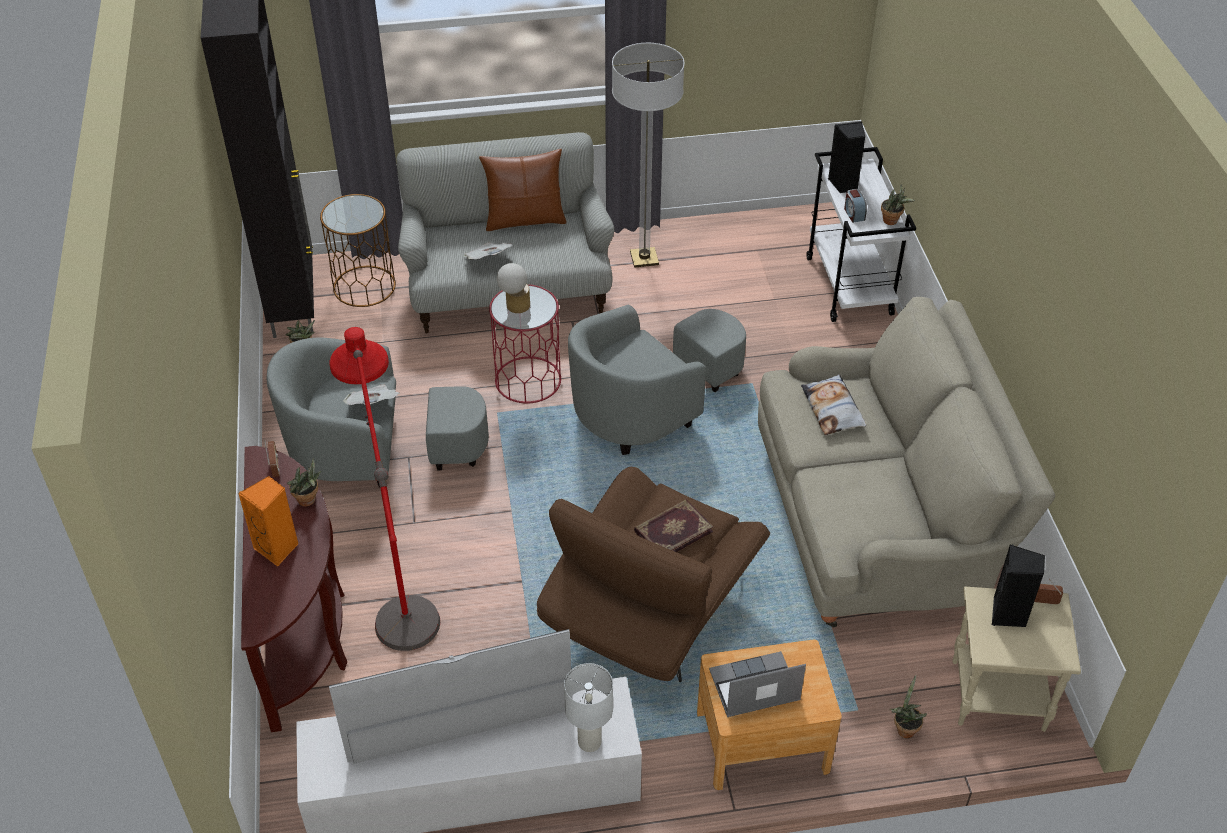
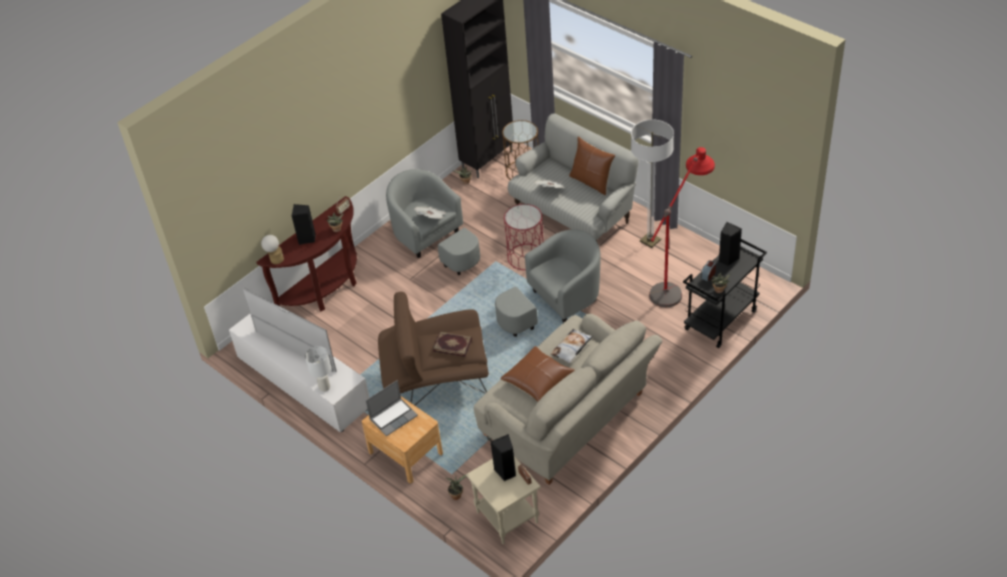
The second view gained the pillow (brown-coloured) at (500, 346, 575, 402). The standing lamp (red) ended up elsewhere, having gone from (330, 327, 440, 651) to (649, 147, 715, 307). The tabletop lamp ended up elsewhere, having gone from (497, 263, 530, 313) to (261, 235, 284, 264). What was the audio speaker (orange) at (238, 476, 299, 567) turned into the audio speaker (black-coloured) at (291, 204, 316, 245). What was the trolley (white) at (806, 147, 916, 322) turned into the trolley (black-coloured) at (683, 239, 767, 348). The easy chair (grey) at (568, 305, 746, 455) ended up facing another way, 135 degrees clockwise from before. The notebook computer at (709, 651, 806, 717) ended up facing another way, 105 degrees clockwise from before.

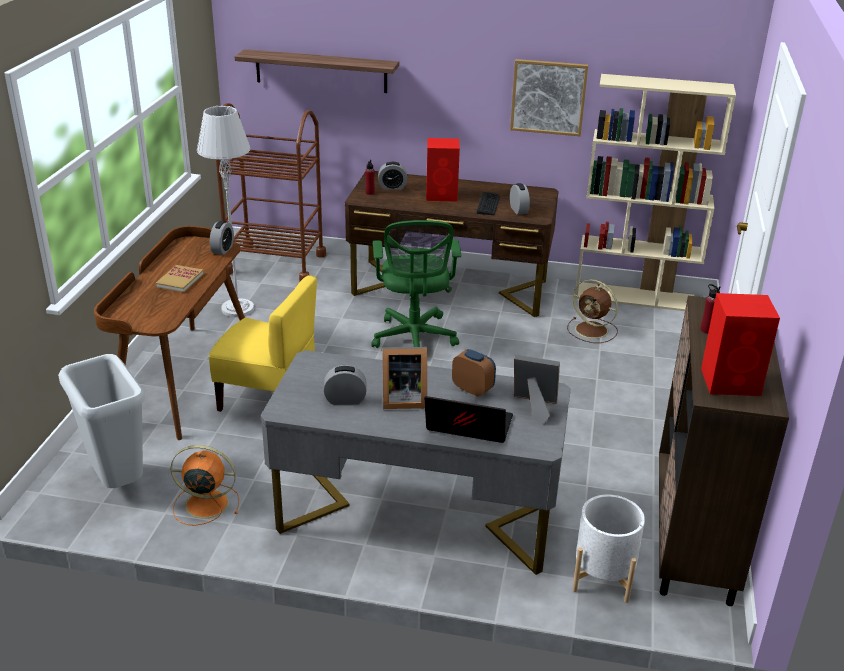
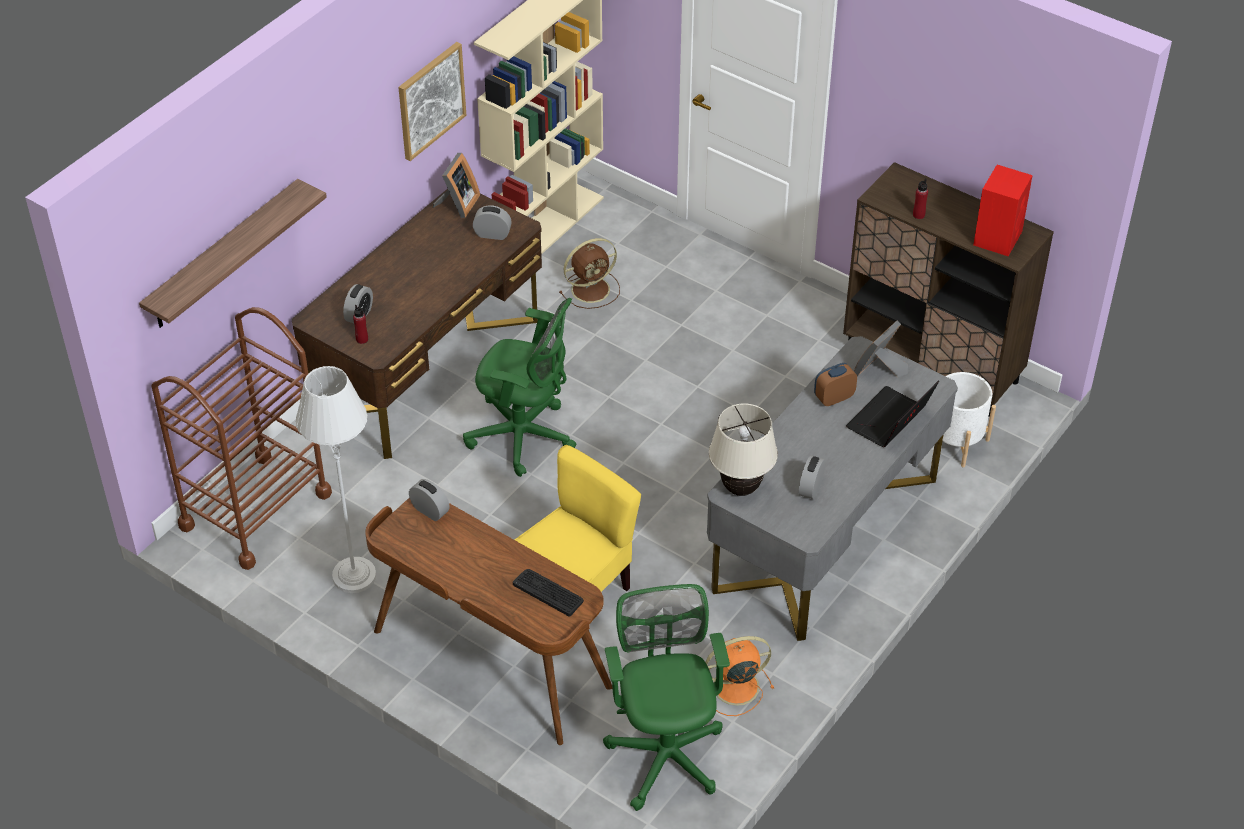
The second view lost the volume at (155, 265, 204, 293). The second view lost the audio speaker (red) at (426, 138, 460, 202). The second view gained the tabletop lamp (beige-coloured) at (709, 403, 778, 496). The standing frame ended up elsewhere, having gone from (382, 347, 427, 409) to (432, 153, 480, 218). The PC keyboard ended up elsewhere, having gone from (477, 192, 500, 215) to (513, 569, 584, 617). Where the trash can (grey) stood at (58, 354, 145, 488), the computer chair (greenish) came to stand at (603, 584, 730, 811). The cooling fan (orange) at (170, 445, 239, 525) ended up facing another way, 45 degrees clockwise from before.

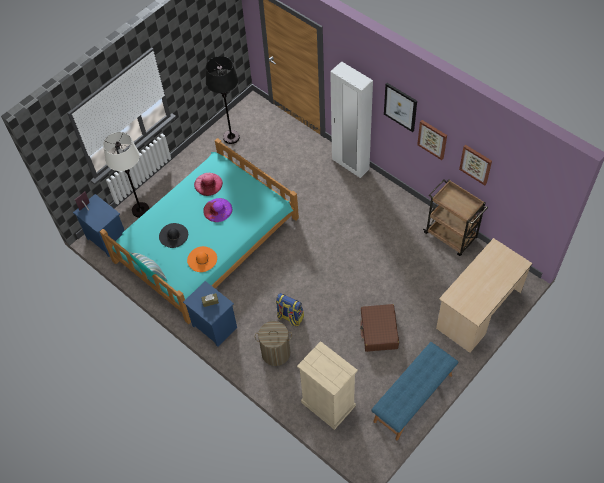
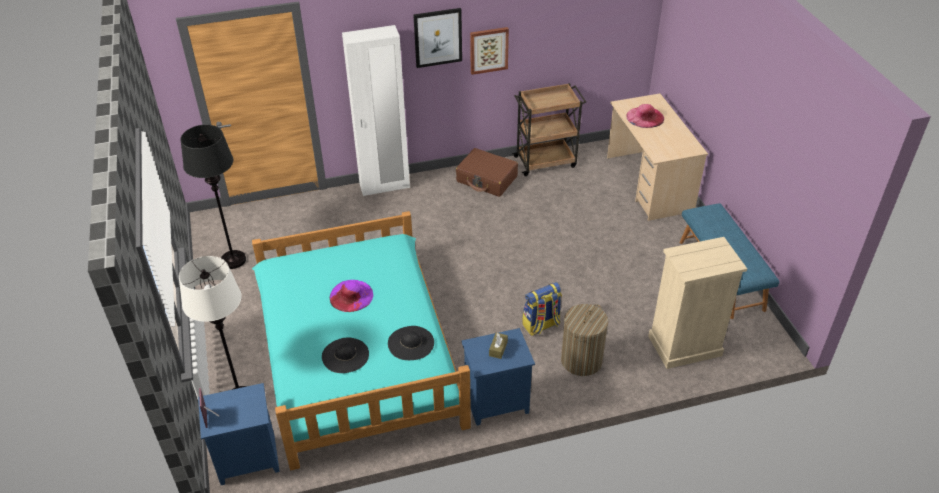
The second view lost the pillow at (129, 252, 167, 282). The second view lost the wall art at (459, 145, 492, 185). The wearable hat (pink-coloured) ended up elsewhere, having gone from (194, 173, 223, 196) to (626, 104, 664, 128). The suitcase (brown-coloured) ended up elsewhere, having gone from (360, 304, 399, 352) to (456, 148, 518, 197). What was the wearable hat (orange) at (187, 246, 217, 272) turned into the wearable hat (black-coloured) at (388, 326, 434, 360).

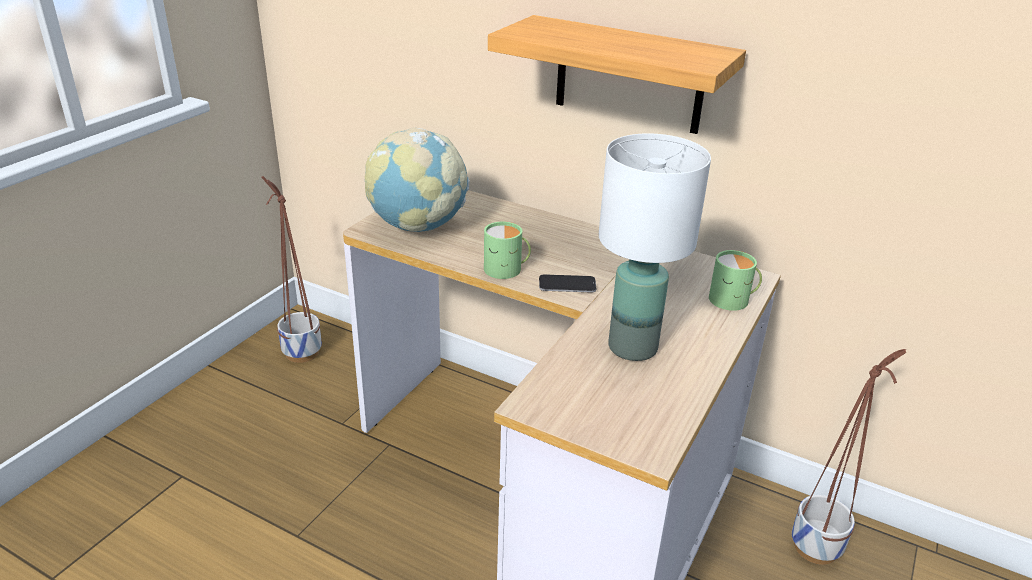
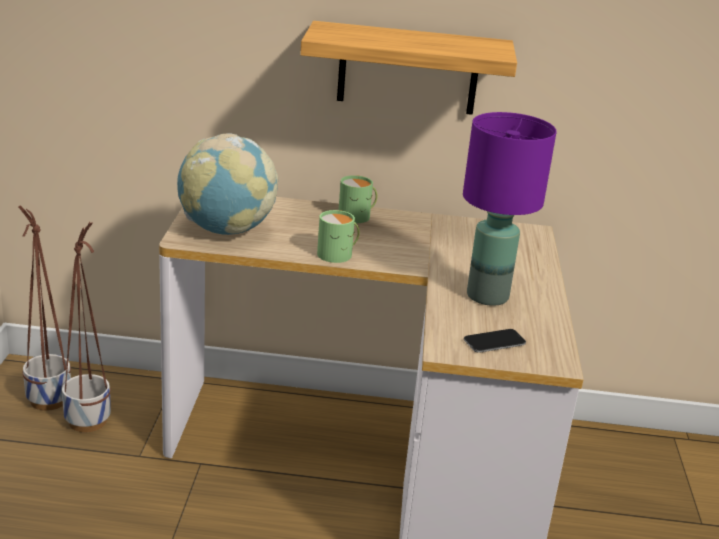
The phone ended up elsewhere, having gone from (539, 274, 596, 292) to (464, 329, 526, 353). The coffee mug (greenish) ended up elsewhere, having gone from (709, 250, 762, 311) to (339, 175, 377, 223). The planter ended up elsewhere, having gone from (792, 349, 906, 565) to (62, 222, 111, 432). What was the tabletop lamp (white) at (599, 133, 711, 361) turned into the tabletop lamp (purplish) at (463, 112, 557, 306).

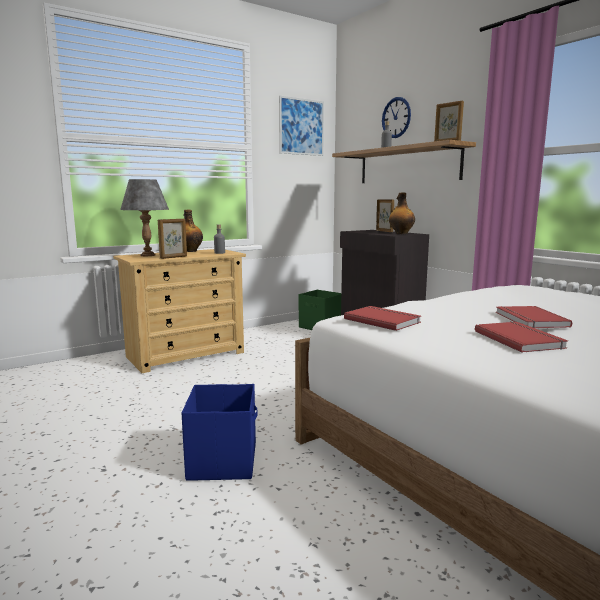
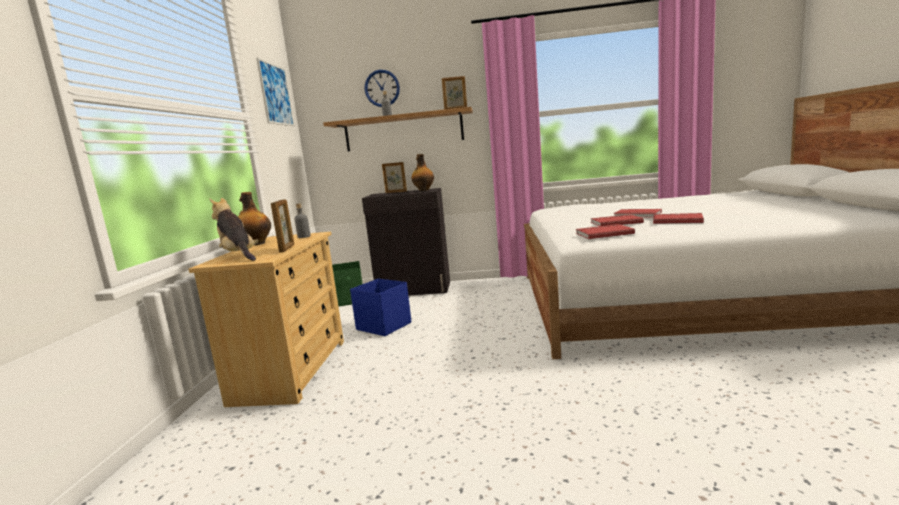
The second view gained the volume (red) at (591, 214, 644, 226). The storage container (blue-coloured) ended up elsewhere, having gone from (182, 384, 258, 481) to (350, 278, 411, 336). Where the tabletop lamp (grey) stood at (120, 179, 169, 256), the plush toy came to stand at (209, 198, 259, 261).

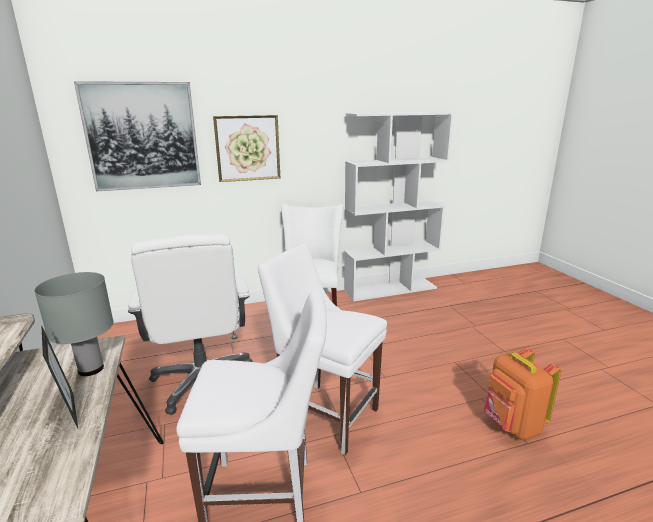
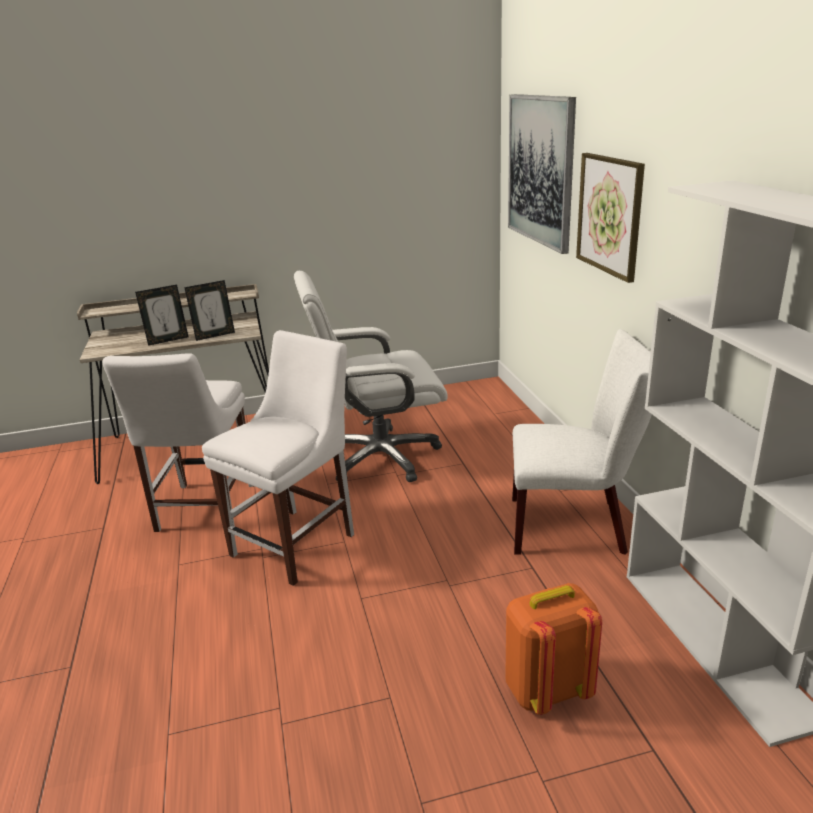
The knapsack (orange) ended up elsewhere, having gone from (483, 348, 561, 440) to (505, 583, 602, 715). Where the tabletop lamp (grey) stood at (34, 272, 114, 376), the standing frame came to stand at (184, 280, 235, 341).

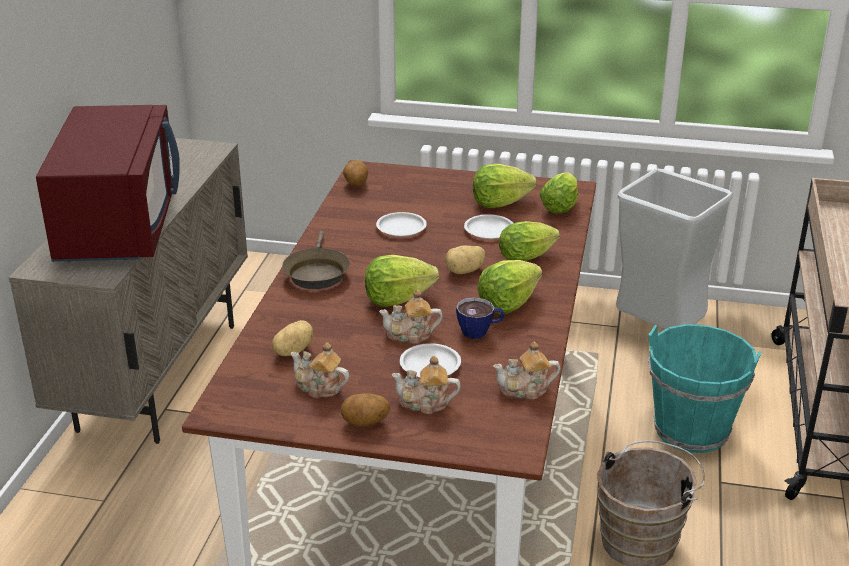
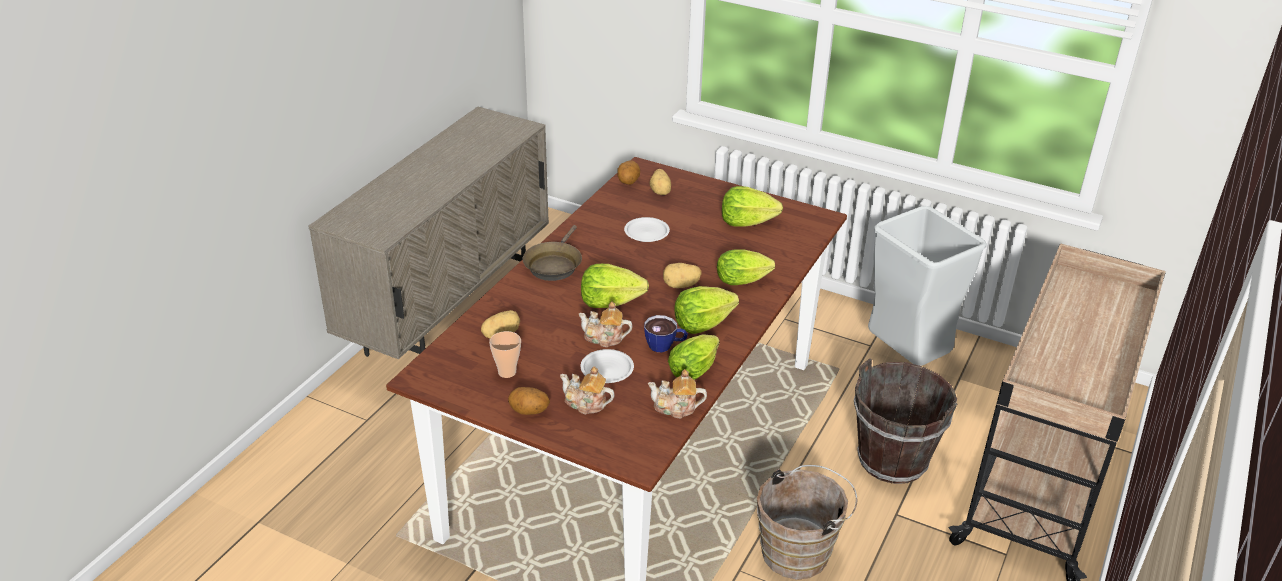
The second view lost the microwave oven (red) at (36, 105, 180, 262). The second view lost the plate (white) at (464, 214, 513, 239). The second view gained the potato at (649, 169, 671, 195). The lettuce ended up elsewhere, having gone from (539, 172, 578, 213) to (668, 334, 720, 380). Where the pot for tea stood at (291, 342, 349, 398), the drinking cup came to stand at (489, 331, 521, 378). What was the bucket (turquoise-coloured) at (648, 324, 761, 453) turned into the bucket (brown-coloured) at (854, 358, 957, 484).

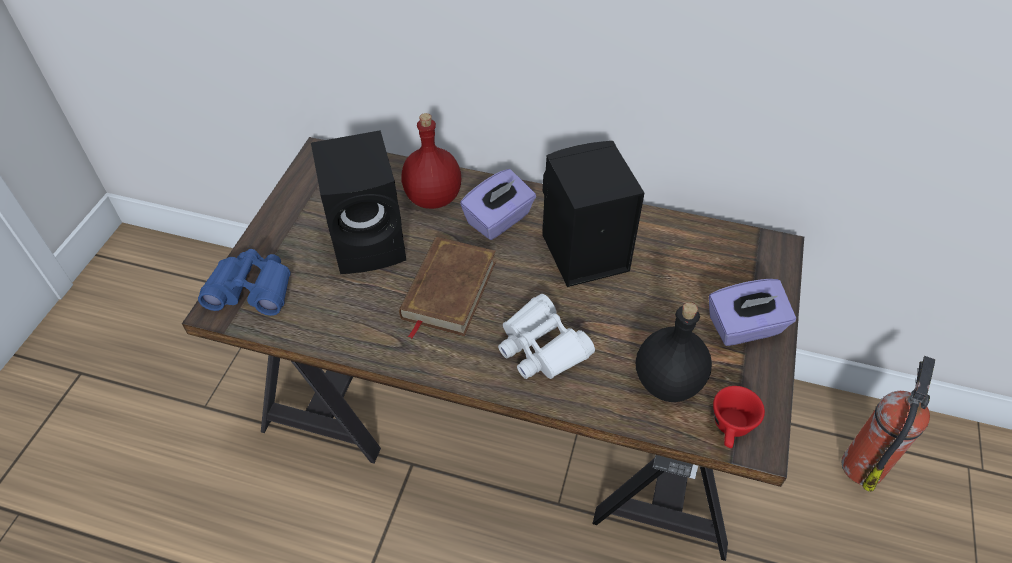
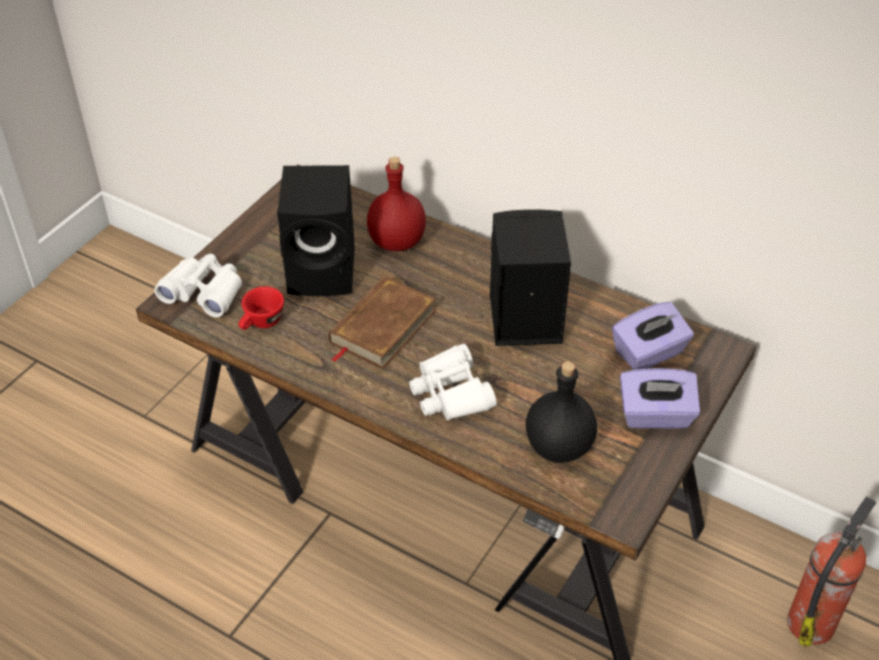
The box of tissues (purplish) ended up elsewhere, having gone from (460, 169, 536, 240) to (612, 302, 694, 370). The drinking cup (red) ended up elsewhere, having gone from (713, 386, 765, 448) to (239, 286, 284, 330). What was the binoculars (blue-coloured) at (198, 249, 291, 316) turned into the binoculars (white) at (154, 254, 242, 318).

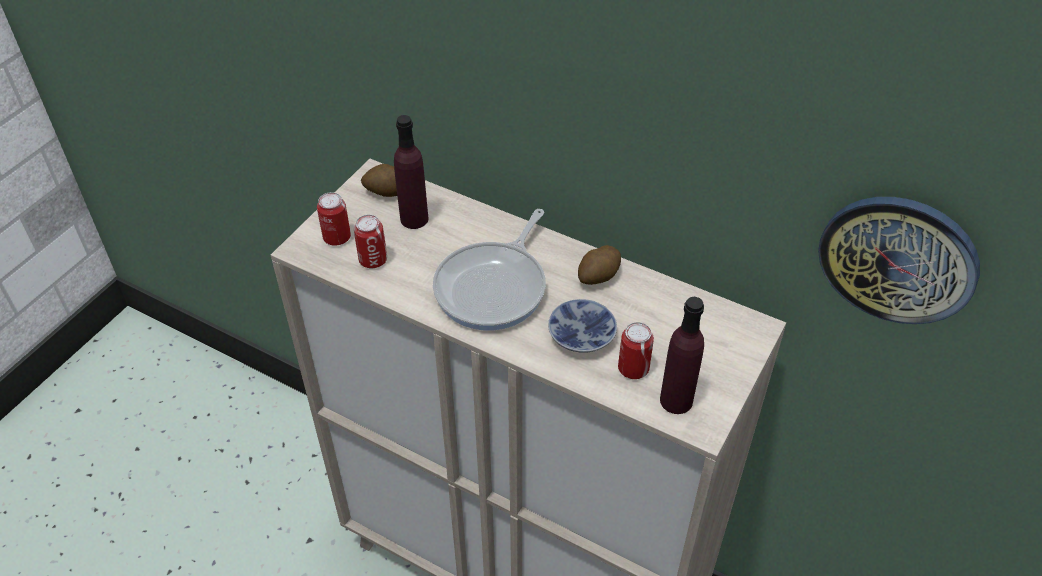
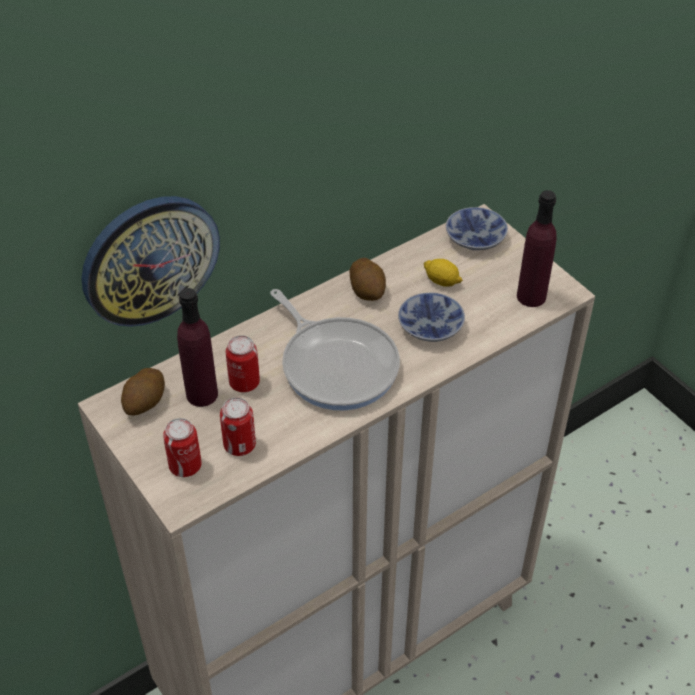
The second view gained the whole lemon at (423, 259, 463, 287). The second view gained the serving bowl at (446, 207, 508, 250). The can ended up elsewhere, having gone from (618, 322, 654, 379) to (226, 335, 260, 392). The hanging clock ended up elsewhere, having gone from (818, 197, 980, 324) to (81, 196, 220, 327).

